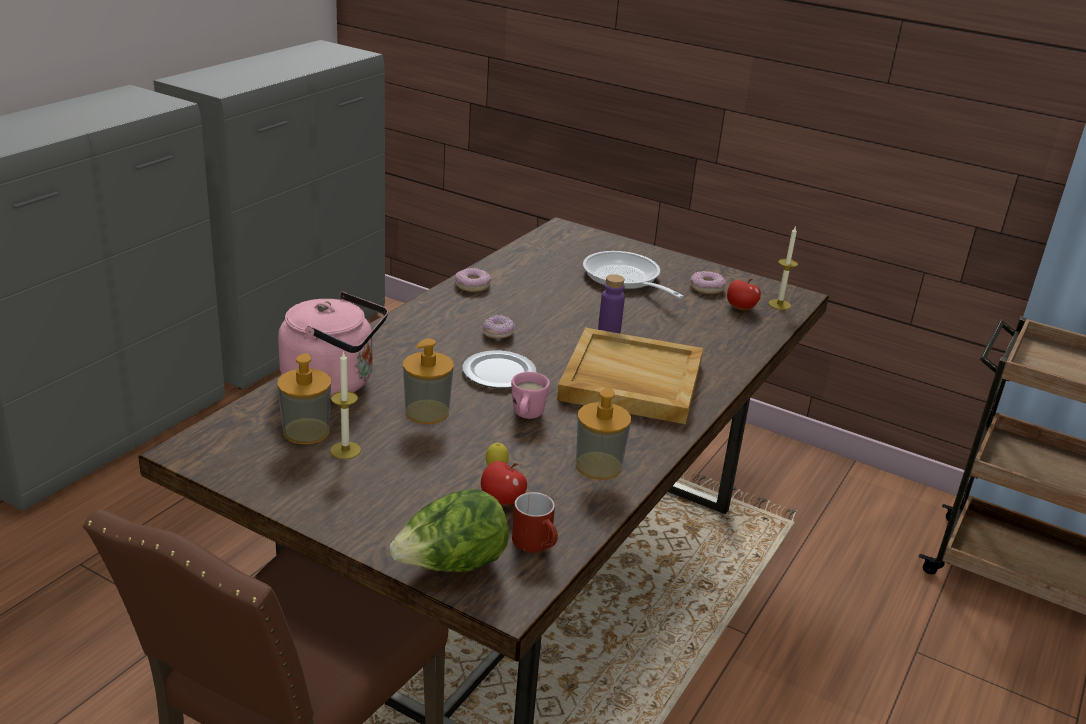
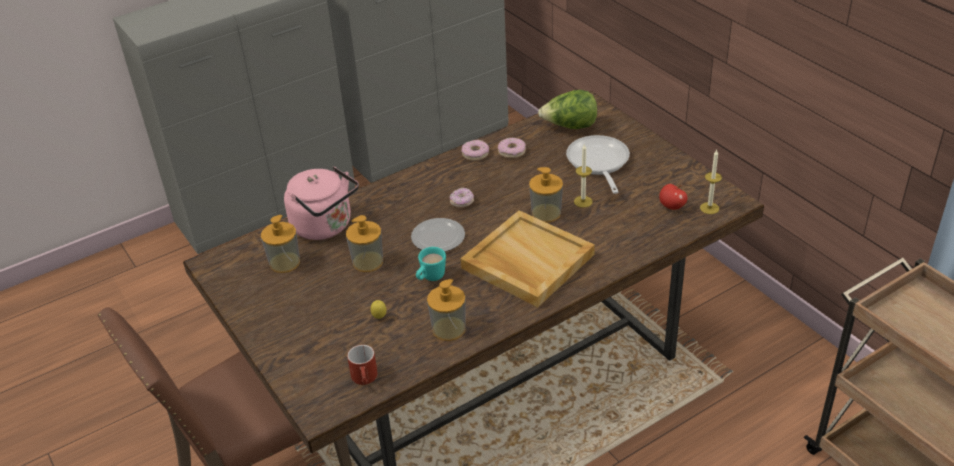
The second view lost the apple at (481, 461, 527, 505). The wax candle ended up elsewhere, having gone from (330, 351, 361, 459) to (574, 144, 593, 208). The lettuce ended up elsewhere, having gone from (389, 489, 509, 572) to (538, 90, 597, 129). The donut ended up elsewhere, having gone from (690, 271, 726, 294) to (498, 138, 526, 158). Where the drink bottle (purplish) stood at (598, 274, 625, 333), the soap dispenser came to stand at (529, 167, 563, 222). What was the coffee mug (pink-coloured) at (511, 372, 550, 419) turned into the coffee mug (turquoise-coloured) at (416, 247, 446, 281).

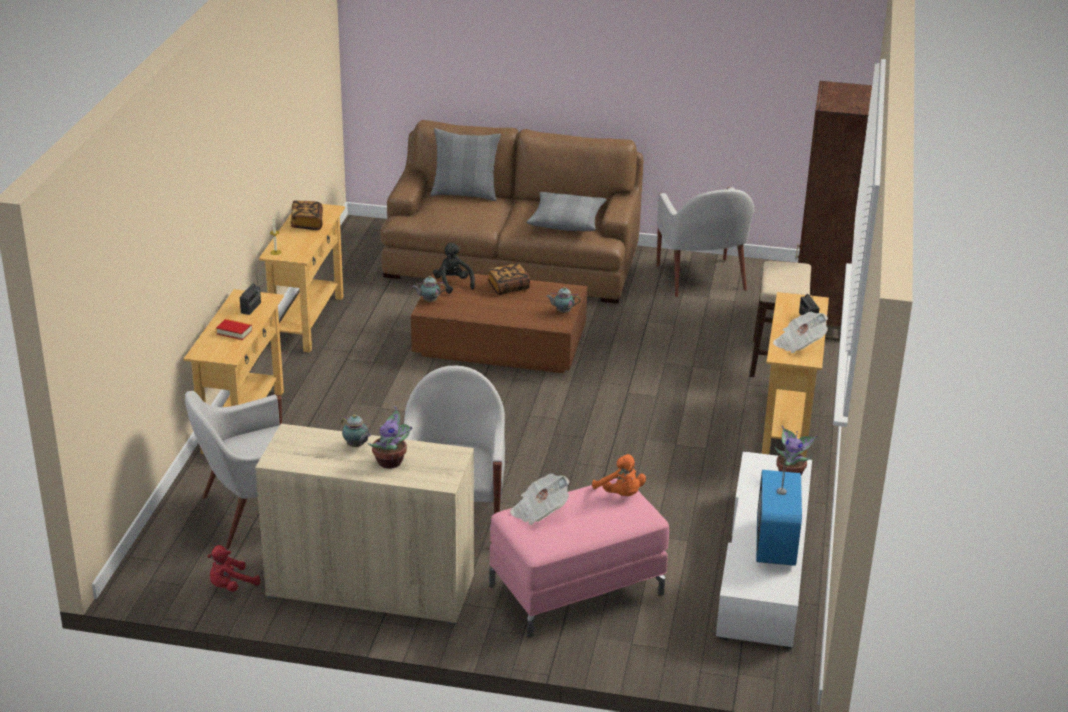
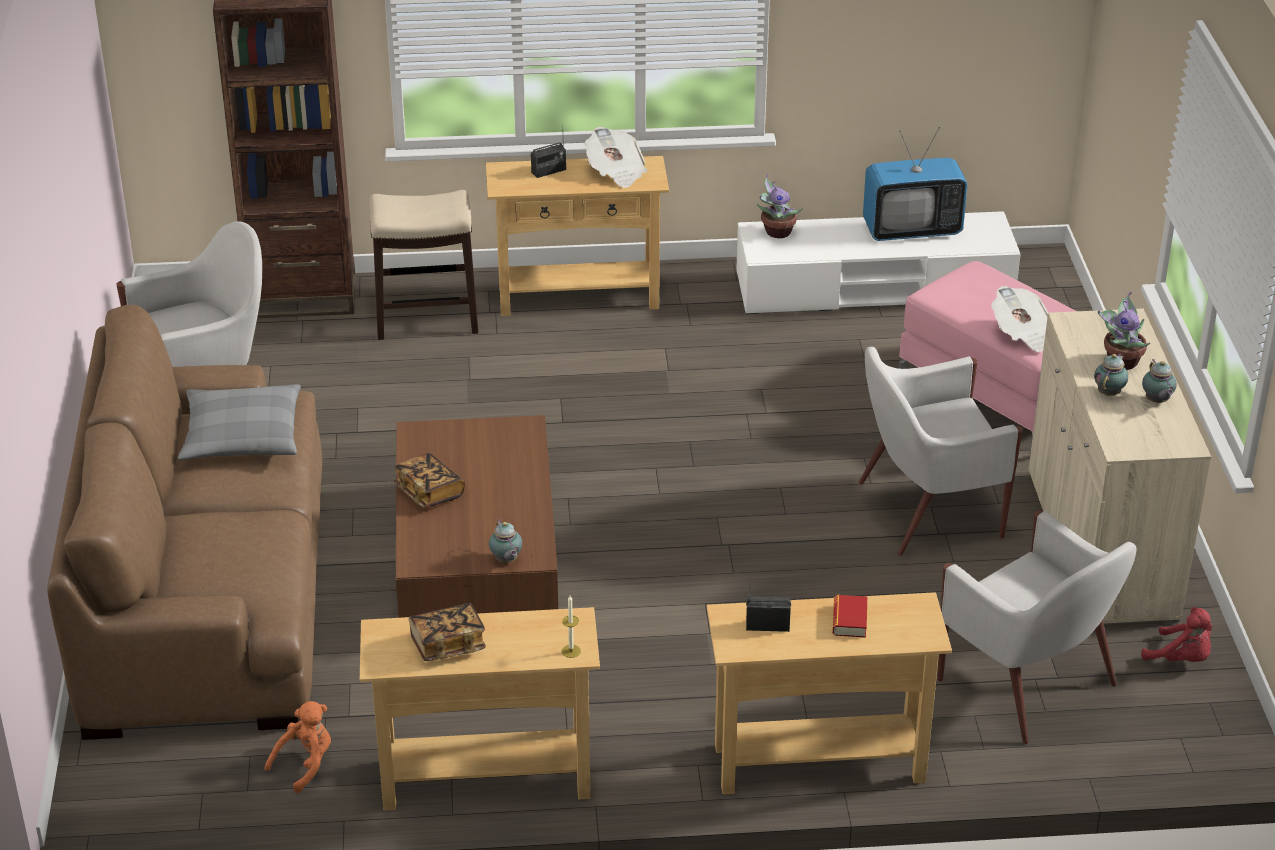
The second view lost the pillow (grey) at (430, 128, 501, 201). The second view lost the plush toy (black-coloured) at (433, 243, 475, 294). The pot for tea ended up elsewhere, having gone from (546, 287, 581, 313) to (1142, 359, 1177, 403). The plush toy (orange) ended up elsewhere, having gone from (592, 454, 646, 496) to (265, 701, 331, 793).

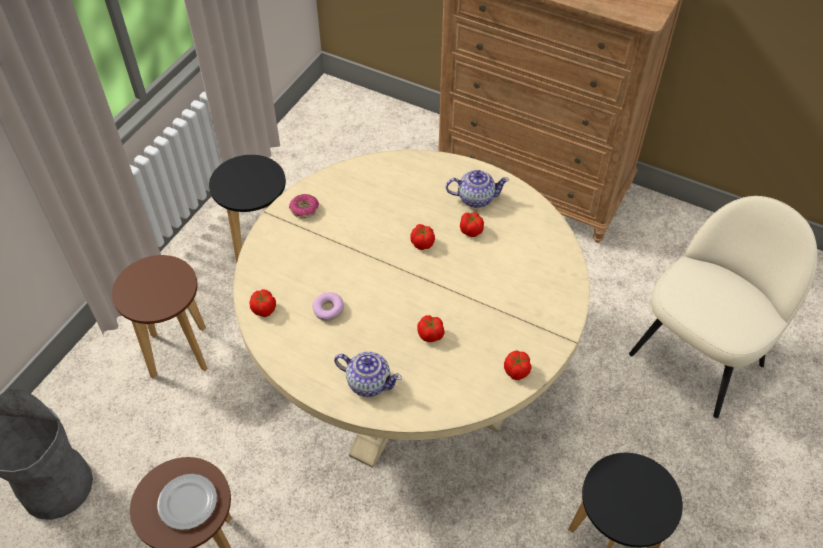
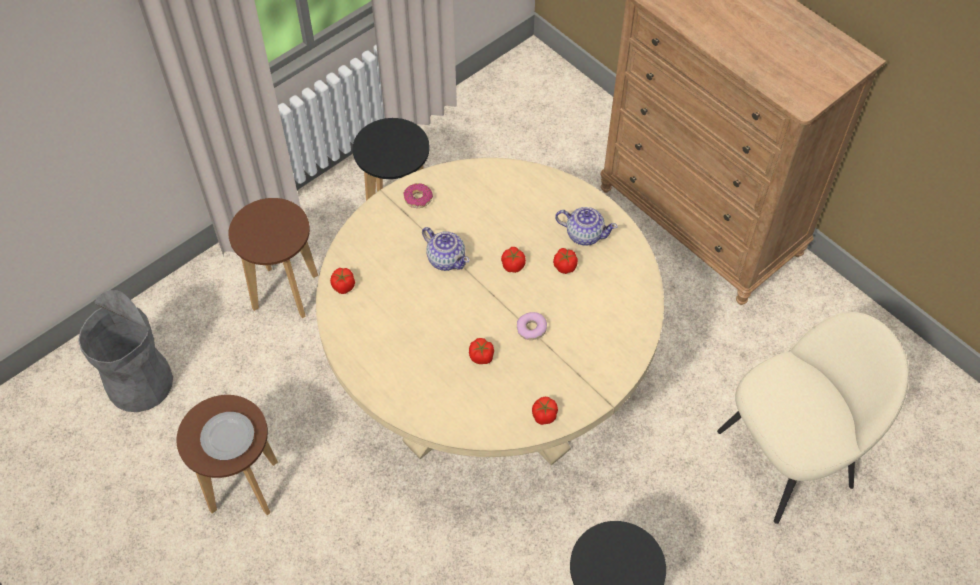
The donut ended up elsewhere, having gone from (312, 292, 344, 321) to (517, 312, 547, 340). The pot for tea ended up elsewhere, having gone from (334, 352, 402, 397) to (422, 227, 469, 271).

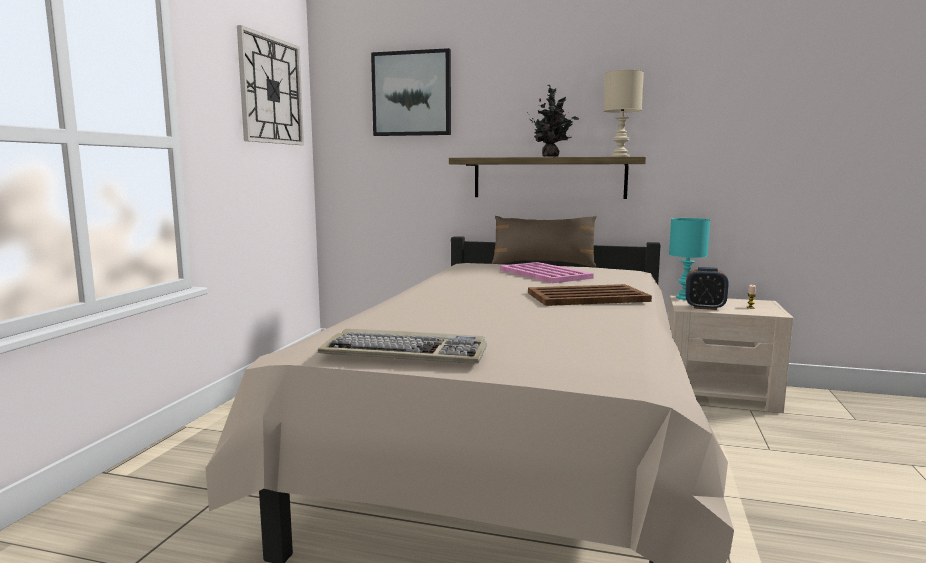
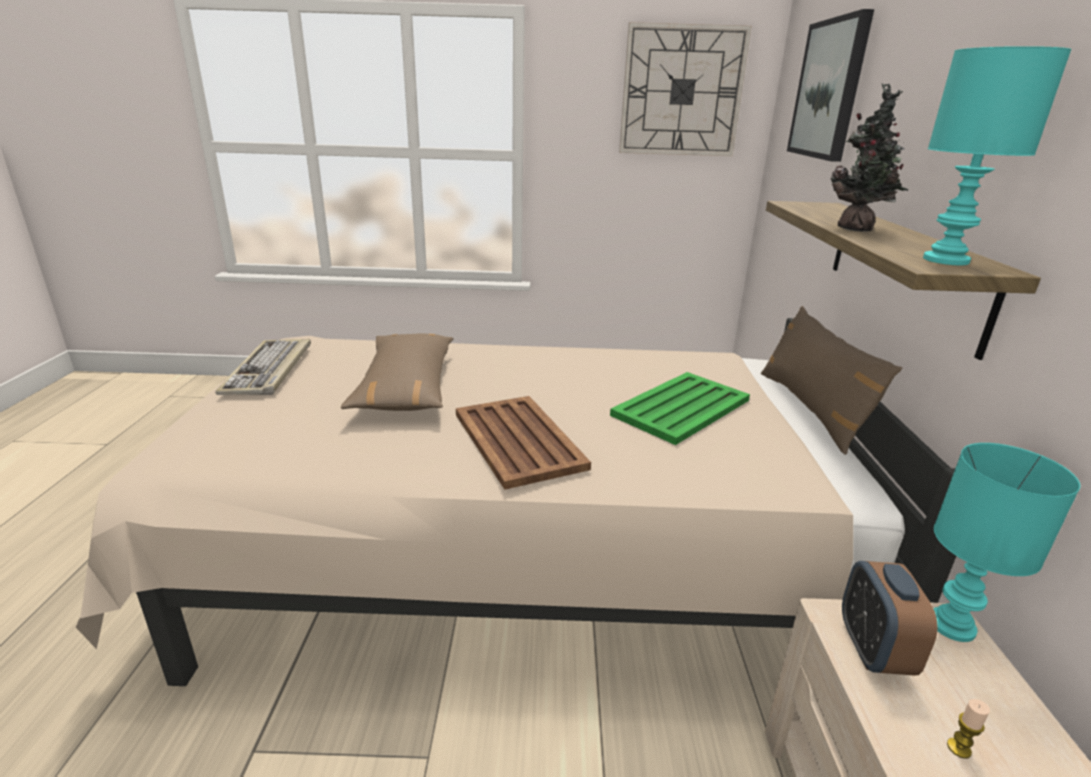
The second view gained the pillow (brown-coloured) at (341, 334, 454, 411). What was the carrying tray (pink-coloured) at (500, 262, 594, 283) turned into the carrying tray (greenish) at (610, 372, 750, 445). What was the tabletop lamp (beige-coloured) at (603, 70, 644, 157) turned into the tabletop lamp (turquoise-coloured) at (923, 46, 1072, 265).

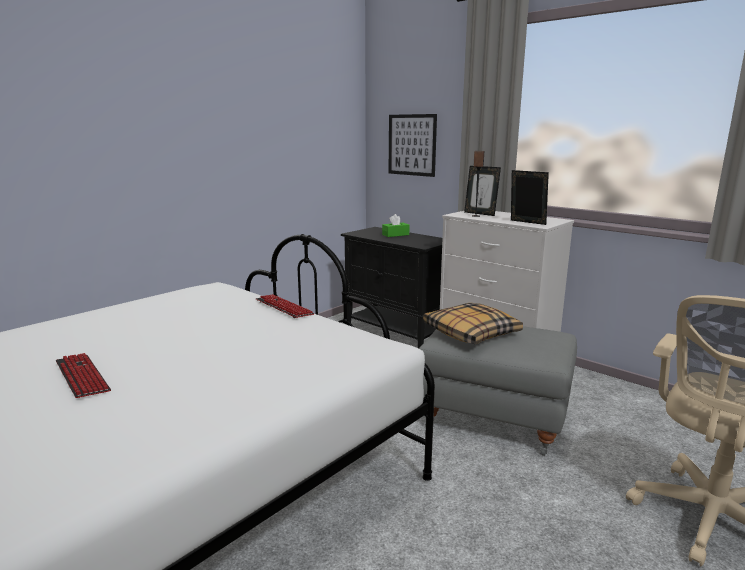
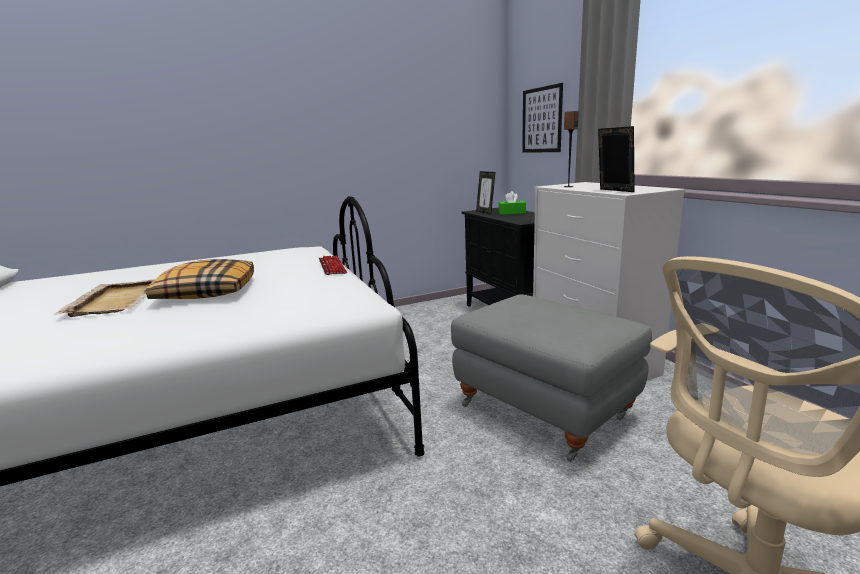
The pillow ended up elsewhere, having gone from (423, 303, 523, 344) to (146, 259, 254, 299). The standing frame ended up elsewhere, having gone from (464, 166, 501, 216) to (476, 171, 495, 214). Where the PC keyboard stood at (56, 353, 111, 398), the carrying tray (beige-coloured) came to stand at (55, 279, 155, 317).

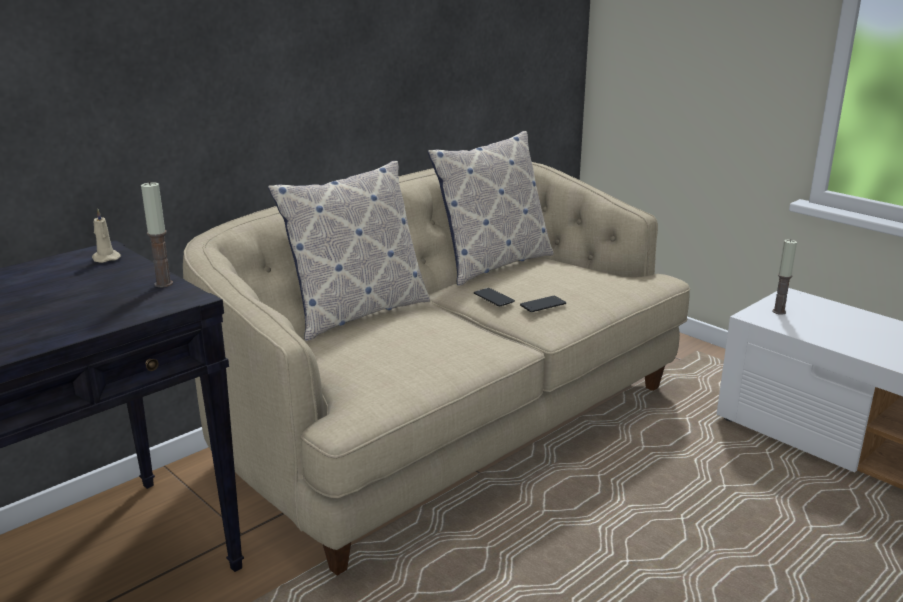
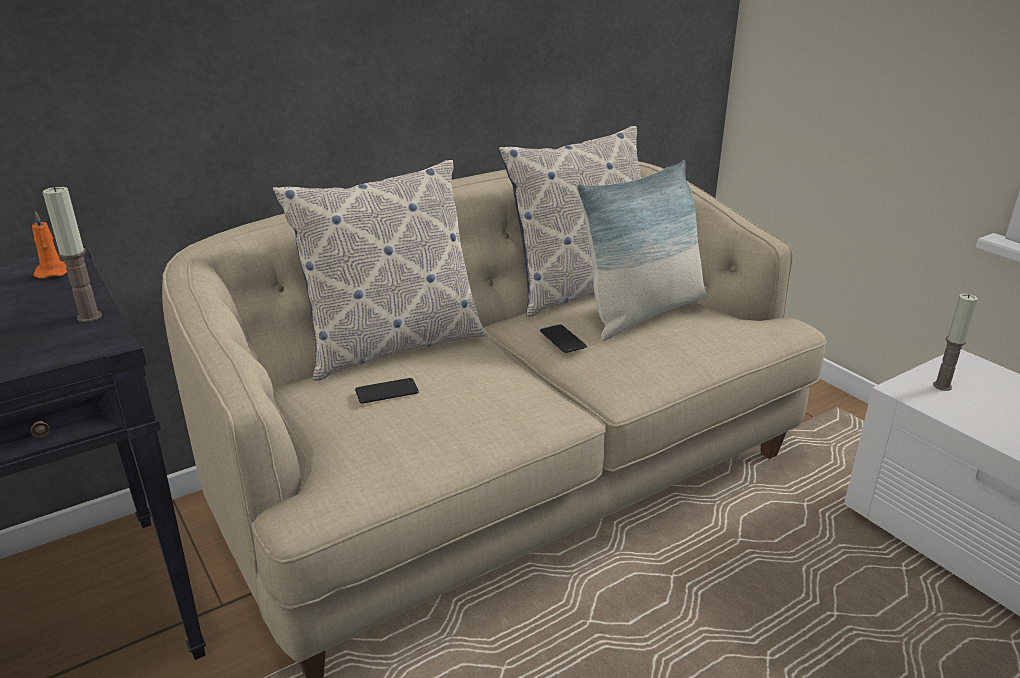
The second view gained the pillow at (576, 160, 707, 341). The phone ended up elsewhere, having gone from (520, 296, 566, 312) to (355, 378, 419, 404). What was the wax candle (beige-coloured) at (92, 209, 121, 263) turned into the wax candle (orange) at (32, 211, 67, 278).

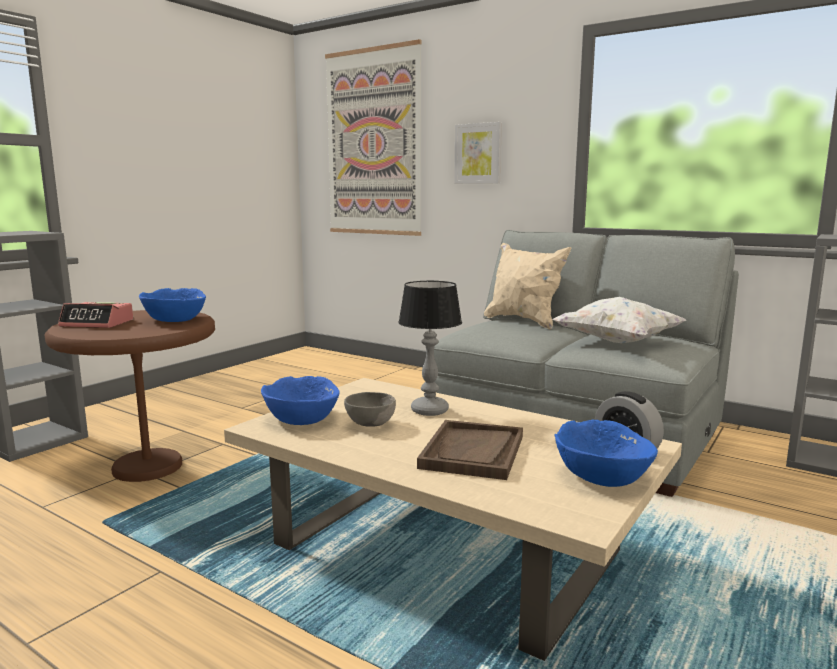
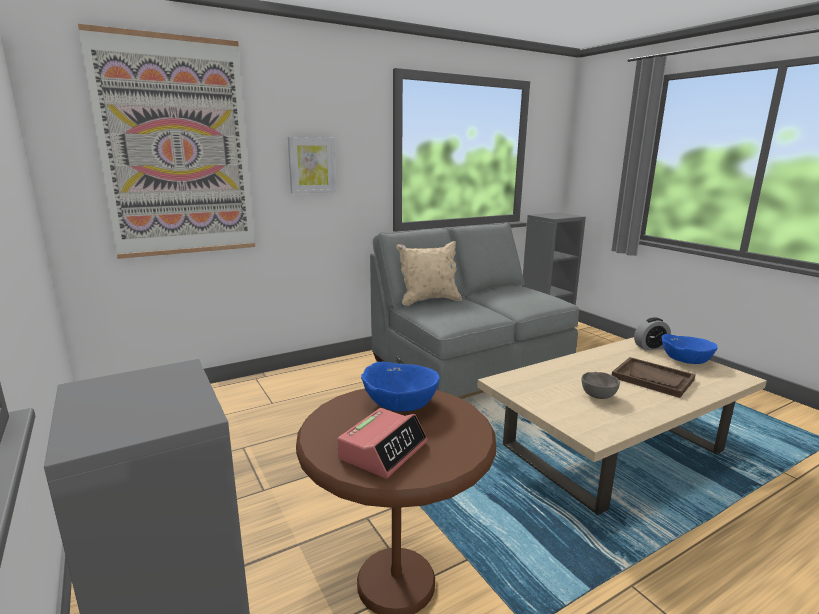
The second view lost the serving bowl (blue-coloured) at (261, 376, 340, 425). The second view lost the tabletop lamp at (398, 281, 462, 416). The second view lost the pillow (white) at (552, 297, 686, 343).

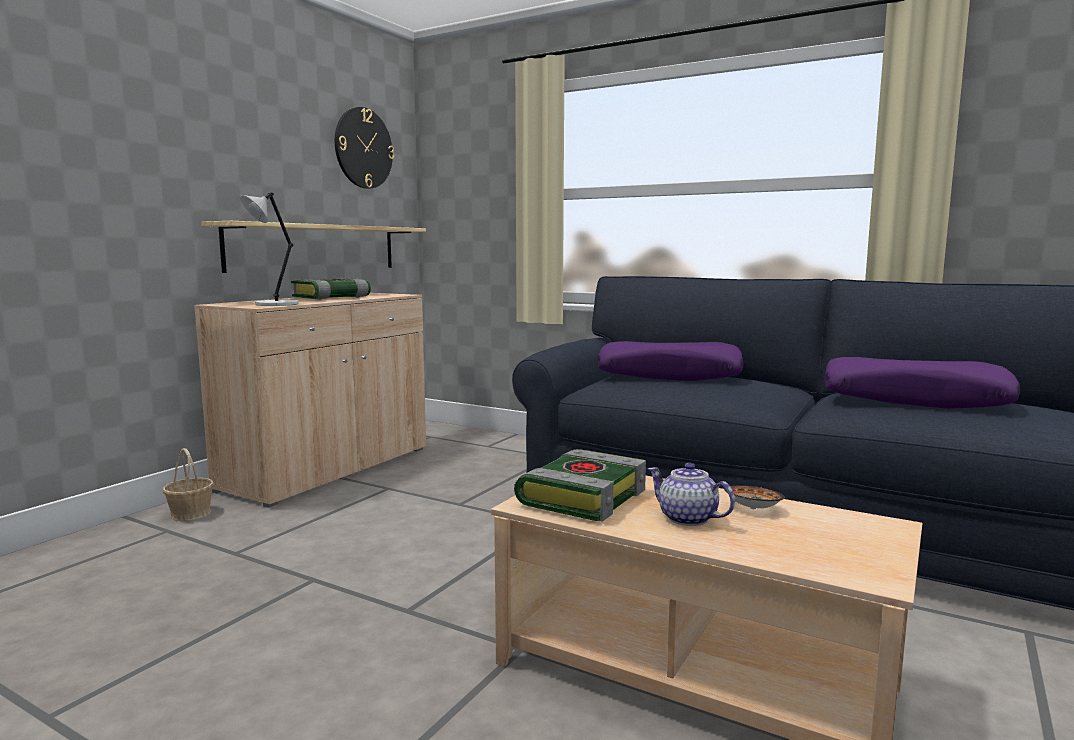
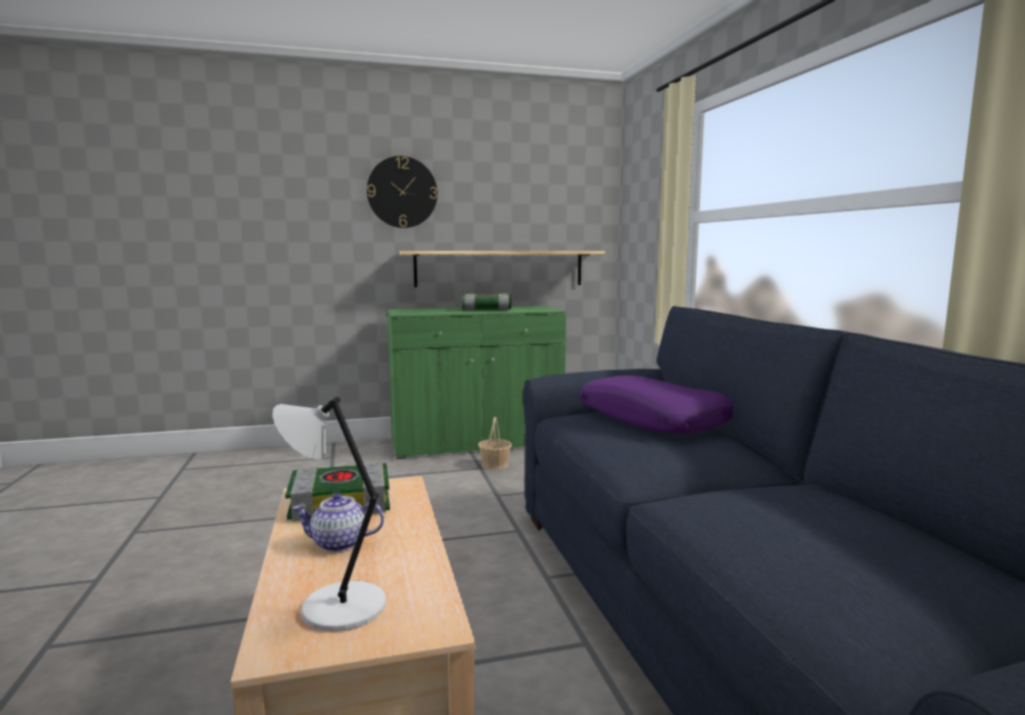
The second view lost the serving bowl at (724, 485, 785, 509). The second view lost the pillow (purplish) at (825, 357, 1020, 409). The storage basket ended up elsewhere, having gone from (163, 448, 214, 521) to (478, 417, 512, 470). The tabletop lamp (grey) ended up elsewhere, having gone from (240, 192, 299, 306) to (272, 397, 386, 632). The hanging clock ended up elsewhere, having gone from (335, 107, 394, 189) to (367, 156, 437, 228). What was the storage cabinet (beige-coloured) at (194, 293, 426, 508) turned into the storage cabinet (greenish) at (387, 306, 566, 459). The pot for tea at (647, 463, 735, 526) ended up facing another way, 90 degrees counterclockwise from before.

